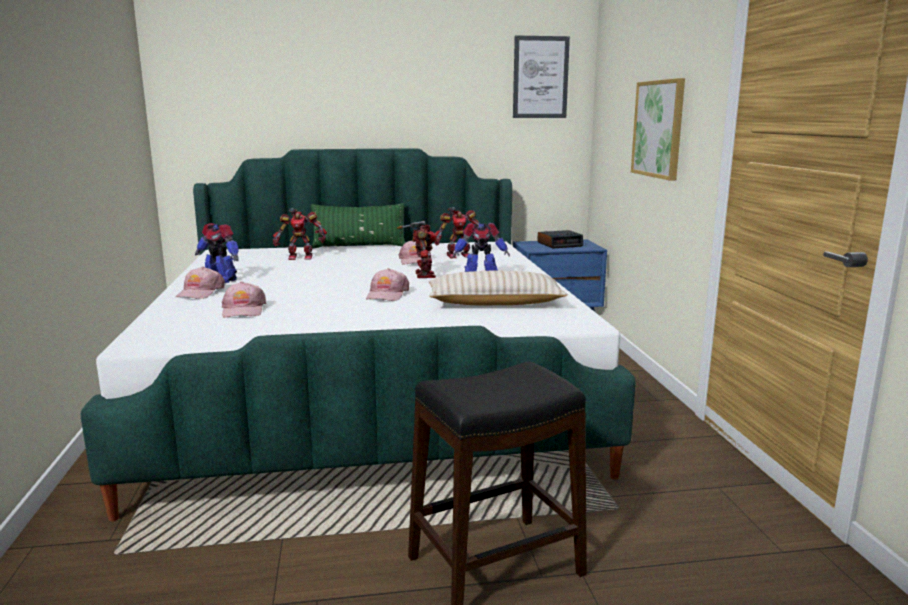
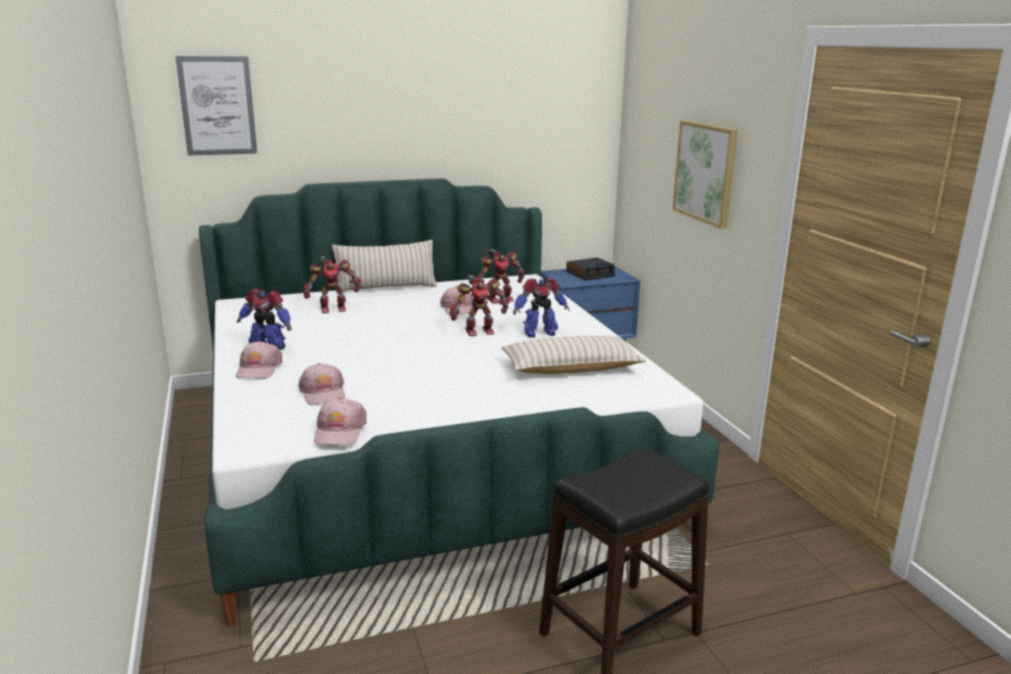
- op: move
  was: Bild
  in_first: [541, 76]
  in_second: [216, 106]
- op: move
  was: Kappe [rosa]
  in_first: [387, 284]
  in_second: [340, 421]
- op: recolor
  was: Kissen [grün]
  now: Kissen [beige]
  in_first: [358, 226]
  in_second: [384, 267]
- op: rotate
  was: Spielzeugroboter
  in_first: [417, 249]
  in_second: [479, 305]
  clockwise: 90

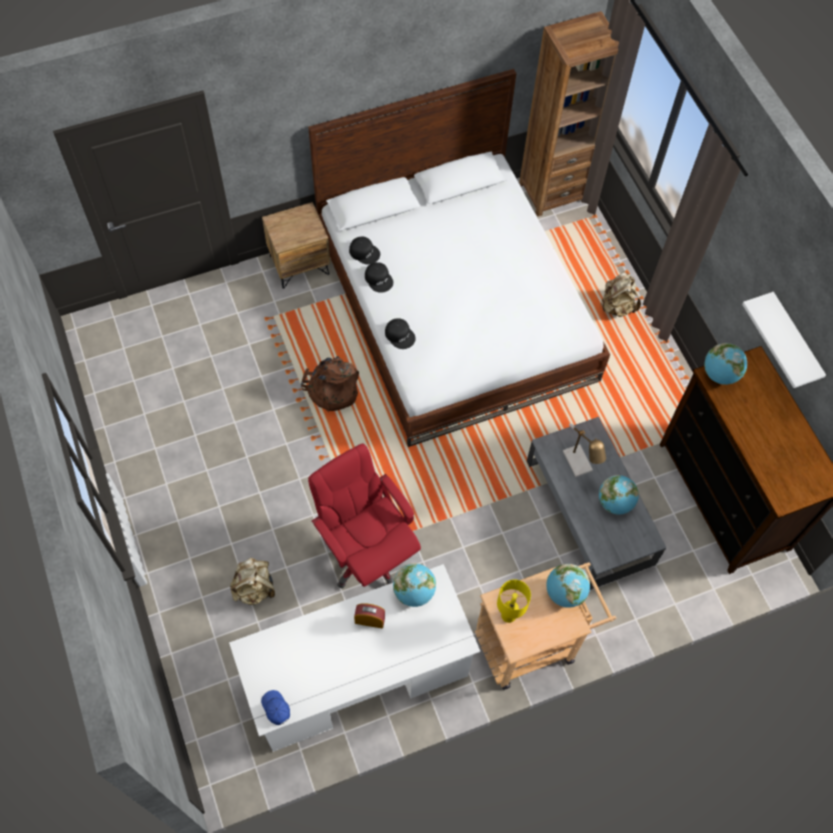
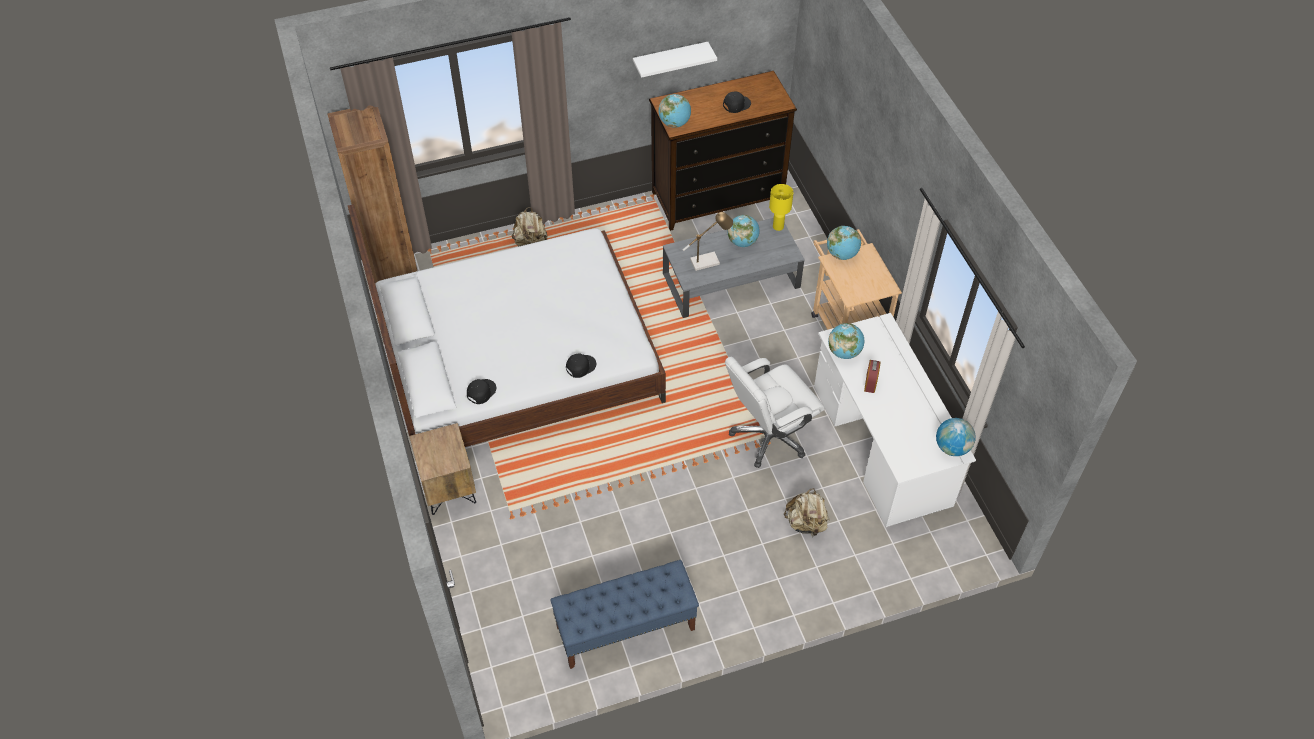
- op: insert
  now: Bank [blau]
  in_second: [624, 614]
- op: move
  was: Kappe [schwarz]
  in_first: [379, 277]
  in_second: [737, 102]
- op: recolor
  was: Bürostuhl [rot]
  now: Bürostuhl [weiß]
  in_first: [364, 516]
  in_second: [775, 412]
- op: move
  was: Tischlampe [gelb]
  in_first: [514, 601]
  in_second: [781, 207]
- op: replace
  was: Kappe [blau]
  now: Globus
  in_first: [275, 707]
  in_second: [956, 437]
- op: delete
  was: Rucksack [braun]
  in_first: [330, 384]

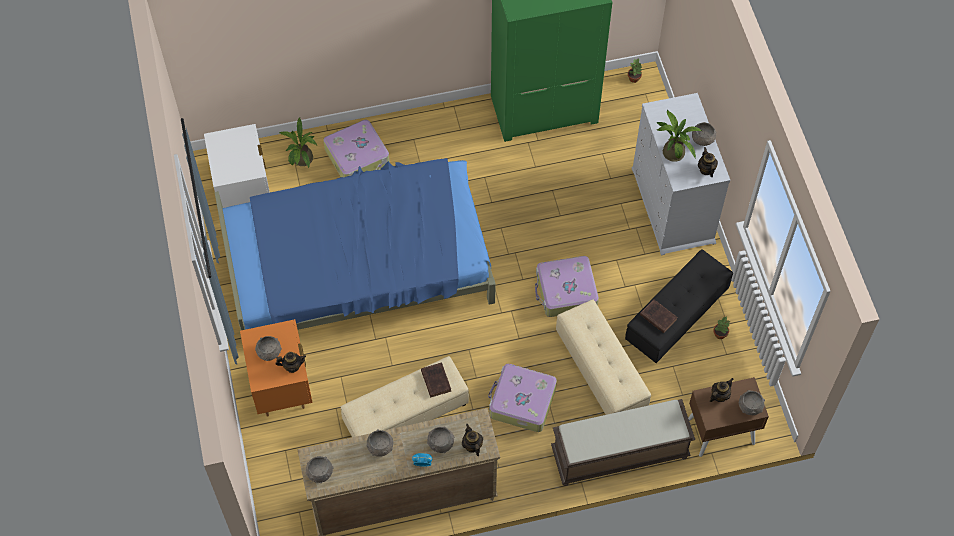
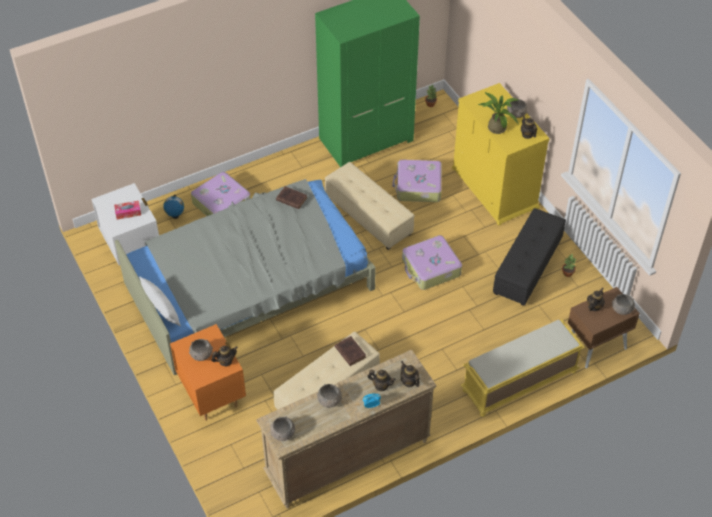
- op: insert
  now: Taschentuchbox
  in_second: [127, 210]
- op: recolor
  was: Bett [blau]
  now: Bett [grau]
  in_first: [355, 244]
  in_second: [245, 277]
- op: insert
  now: Kissen [weiß]
  in_second: [160, 301]
- op: replace
  was: Topfpflanze
  now: Globus
  in_first: [298, 143]
  in_second: [173, 207]
- op: move
  was: Buch [braun]
  in_first: [658, 316]
  in_second: [291, 197]
- op: move
  was: Polsterhocker [beige]
  in_first: [603, 357]
  in_second: [370, 206]
- op: replace
  was: Schüssel [grau]
  now: Teekanne
  in_first: [441, 439]
  in_second: [381, 380]
- op: move
  was: Koffer
  in_first: [522, 398]
  in_second: [417, 181]
- op: recolor
  was: Kommode [weiß]
  now: Kommode [gelb]
  in_first: [681, 174]
  in_second: [501, 154]
- op: recolor
  was: Bank [braun]
  now: Bank [gelb]
  in_first: [623, 442]
  in_second: [523, 368]

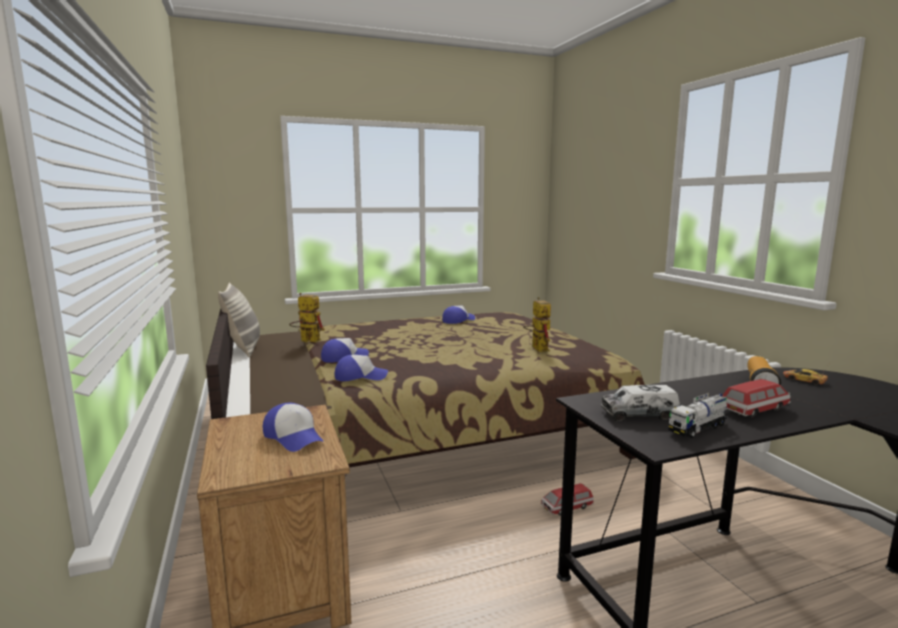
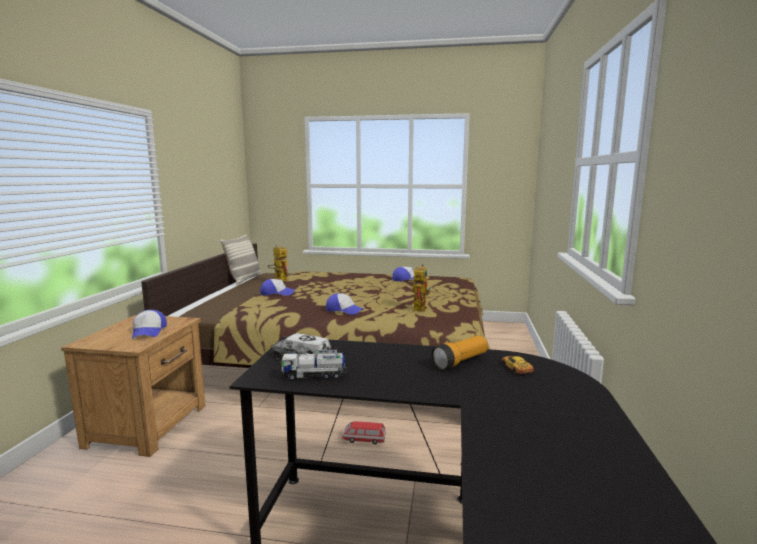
- op: move
  was: Kappe
  in_first: [361, 367]
  in_second: [345, 304]
- op: delete
  was: Spielzeugauto
  in_first: [756, 398]

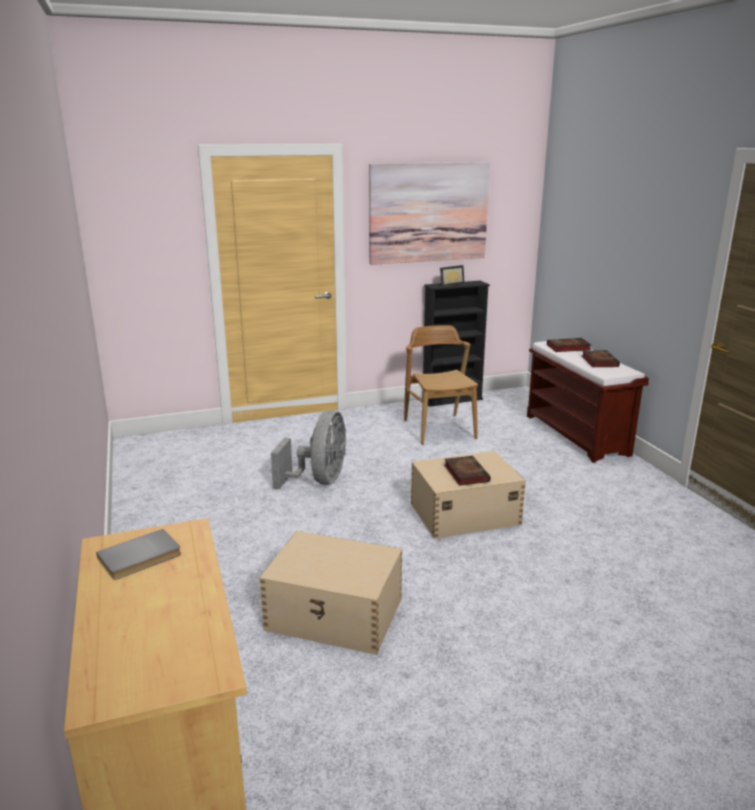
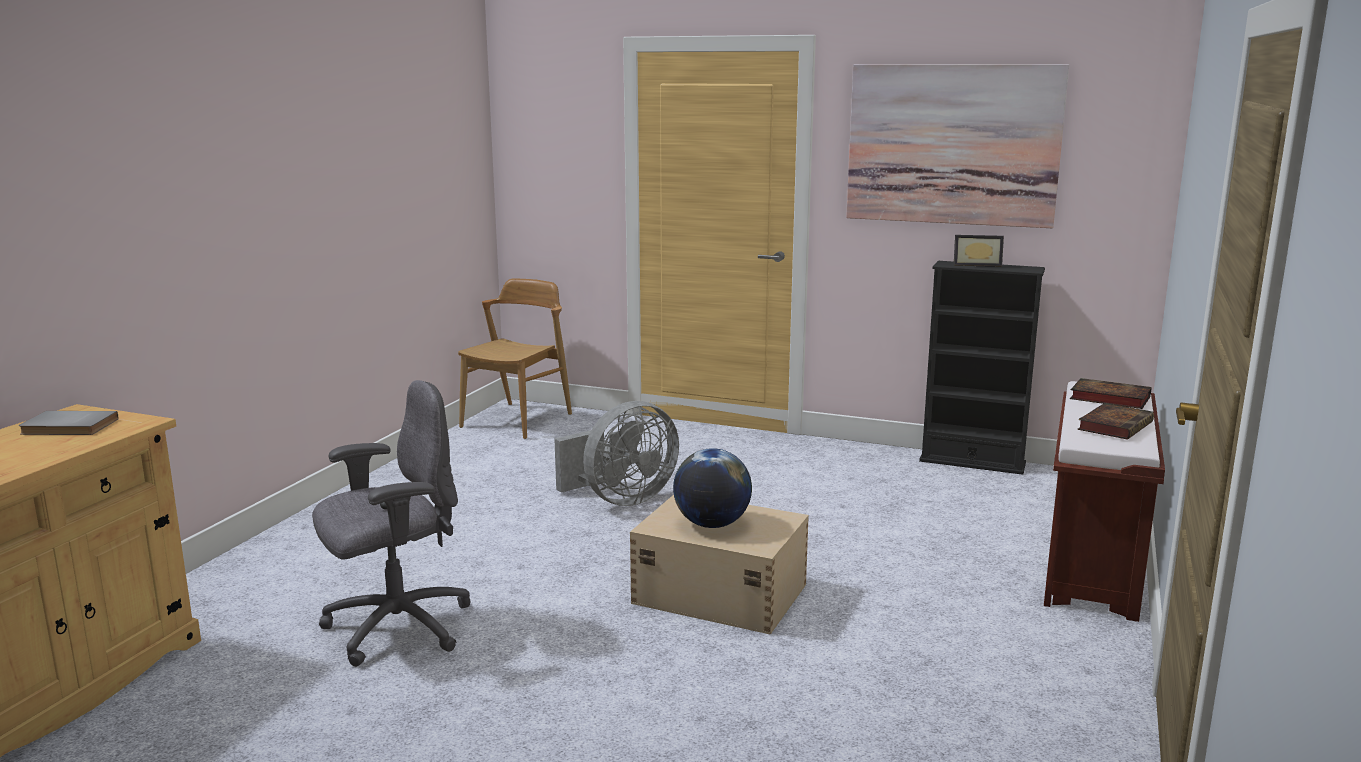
- op: replace
  was: Aufbewahrungsbox [beige]
  now: Bürostuhl [grau]
  in_first: [331, 593]
  in_second: [391, 523]
- op: move
  was: Stuhl [braun]
  in_first: [441, 385]
  in_second: [515, 358]
- op: replace
  was: Buch
  now: Globus
  in_first: [467, 471]
  in_second: [712, 488]

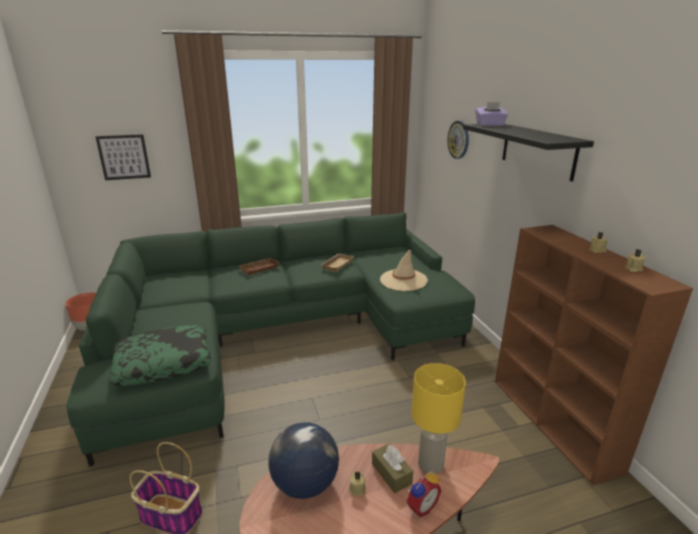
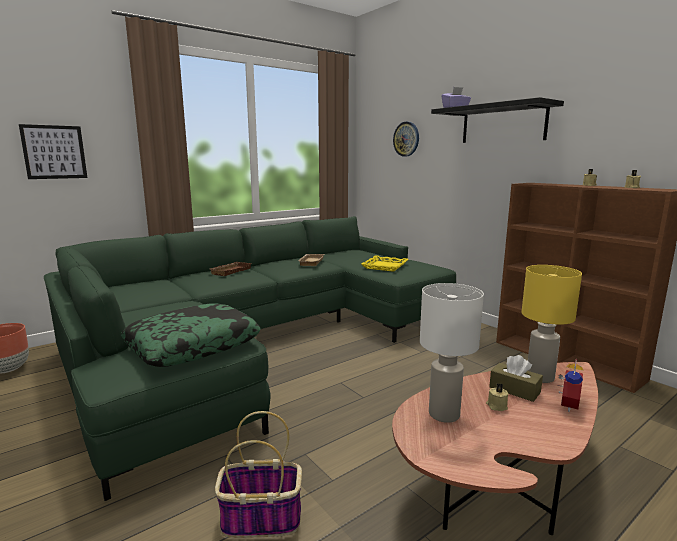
- op: replace
  was: Hut [beige]
  now: Tablett [gelb]
  in_first: [404, 270]
  in_second: [384, 263]
- op: replace
  was: Globus
  now: Tischlampe [weiß]
  in_first: [303, 460]
  in_second: [452, 353]

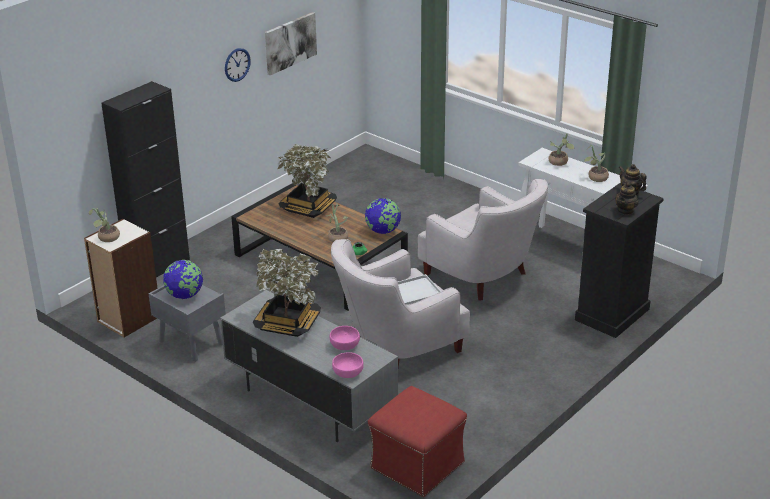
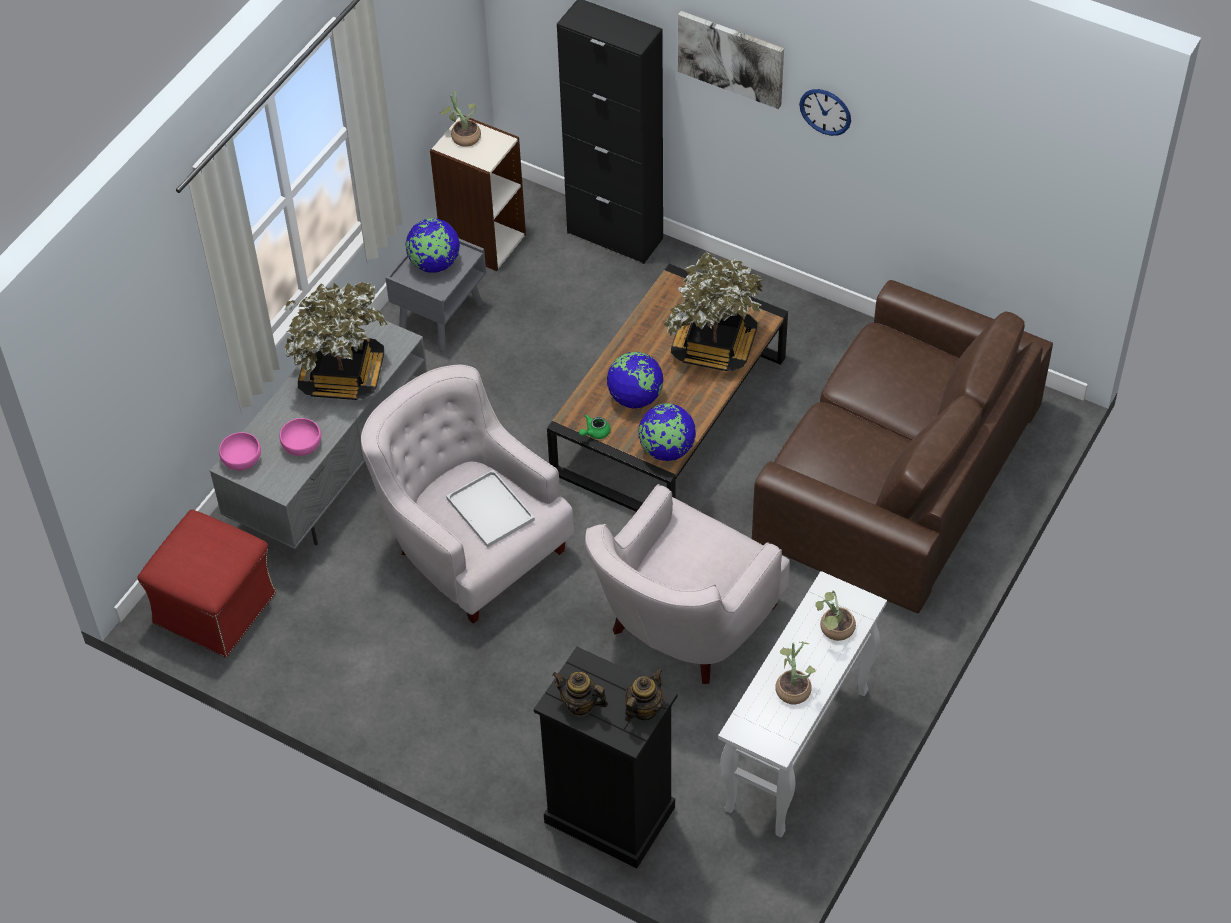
- op: replace
  was: Topfpflanze
  now: Globus
  in_first: [336, 222]
  in_second: [635, 380]
- op: move
  was: Bild
  in_first: [291, 43]
  in_second: [731, 60]
- op: insert
  now: Sofa [braun]
  in_second: [902, 446]

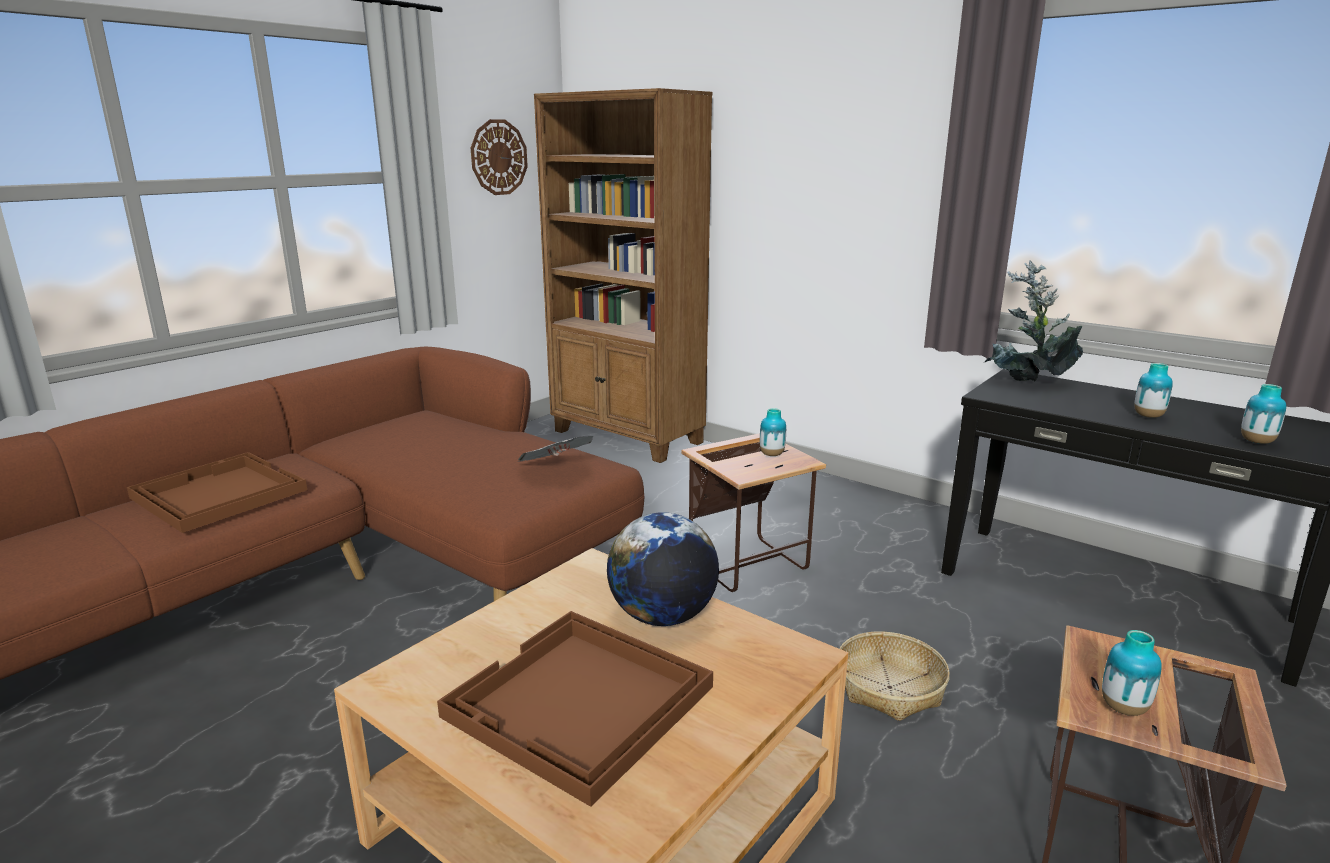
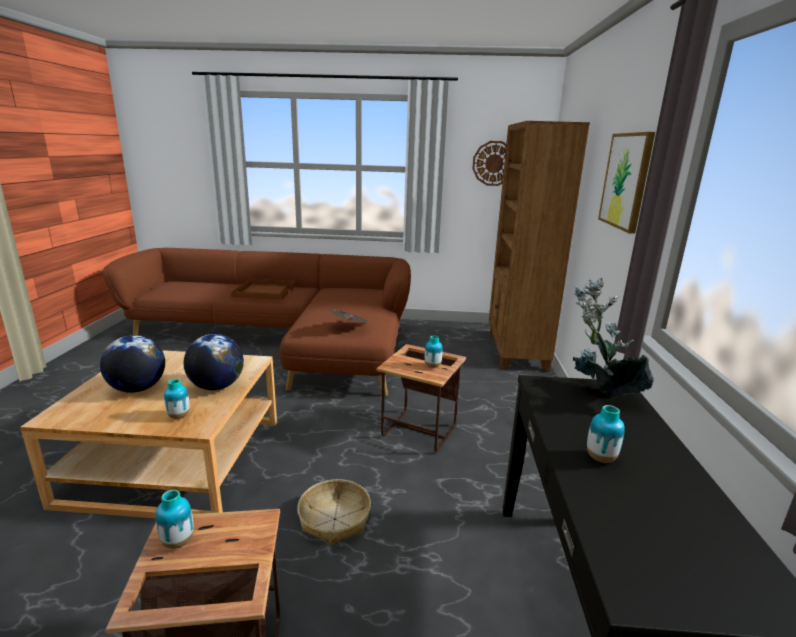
- op: replace
  was: Tablett [braun]
  now: Globus
  in_first: [575, 709]
  in_second: [132, 364]
- op: move
  was: Vase
  in_first: [1263, 414]
  in_second: [177, 399]
- op: insert
  now: Bild
  in_second: [626, 183]

